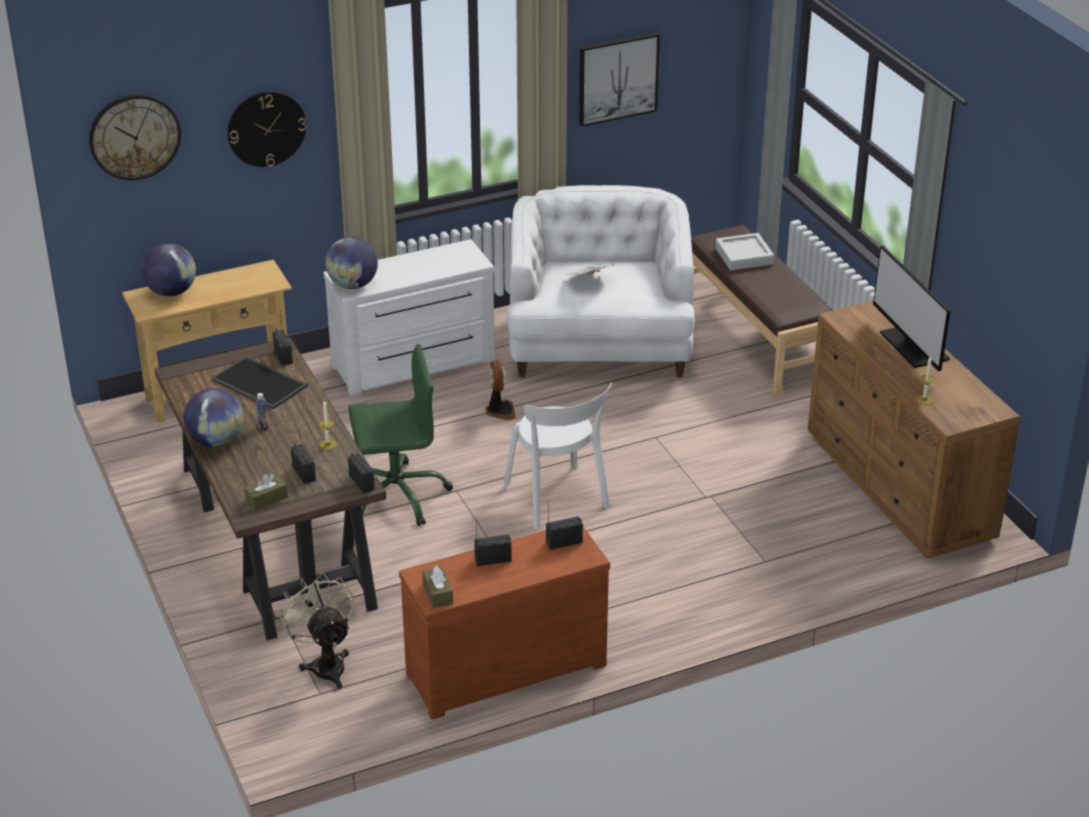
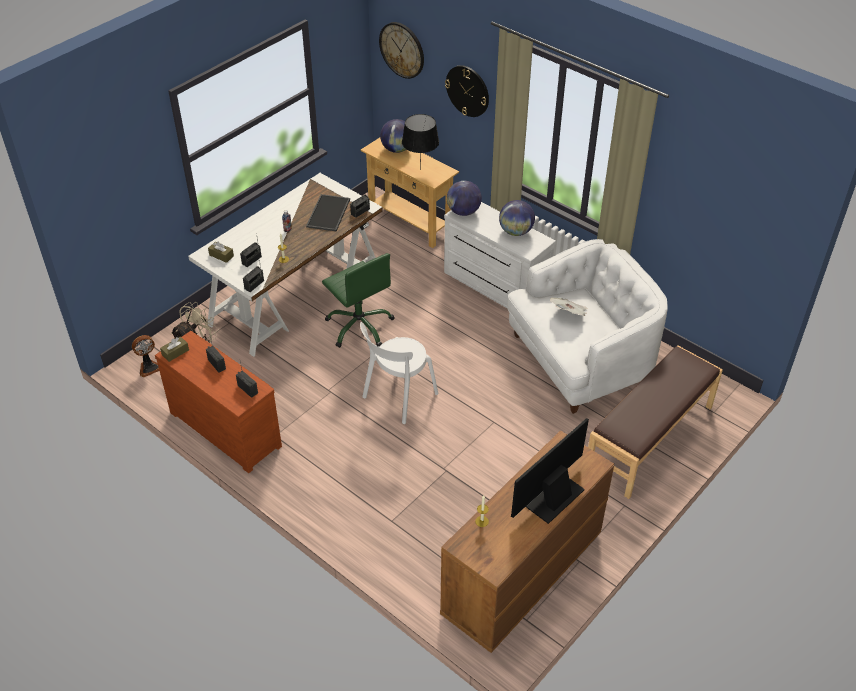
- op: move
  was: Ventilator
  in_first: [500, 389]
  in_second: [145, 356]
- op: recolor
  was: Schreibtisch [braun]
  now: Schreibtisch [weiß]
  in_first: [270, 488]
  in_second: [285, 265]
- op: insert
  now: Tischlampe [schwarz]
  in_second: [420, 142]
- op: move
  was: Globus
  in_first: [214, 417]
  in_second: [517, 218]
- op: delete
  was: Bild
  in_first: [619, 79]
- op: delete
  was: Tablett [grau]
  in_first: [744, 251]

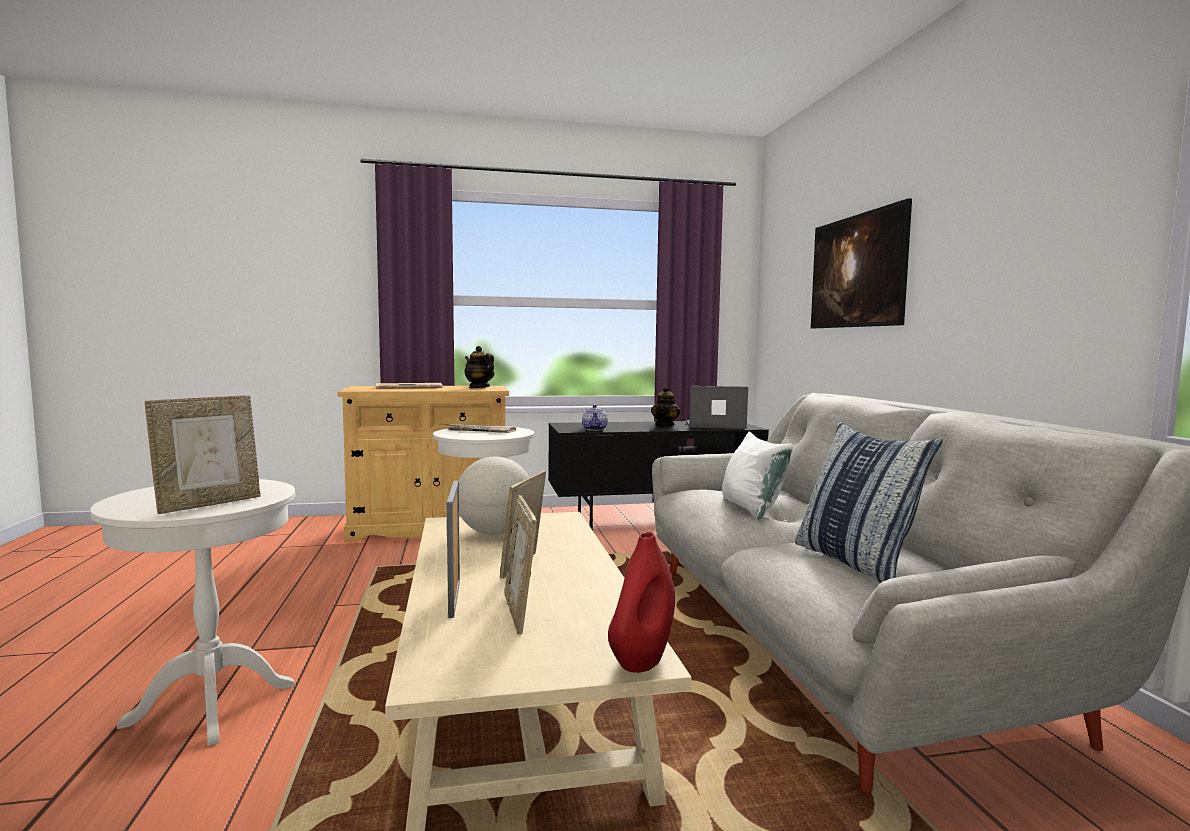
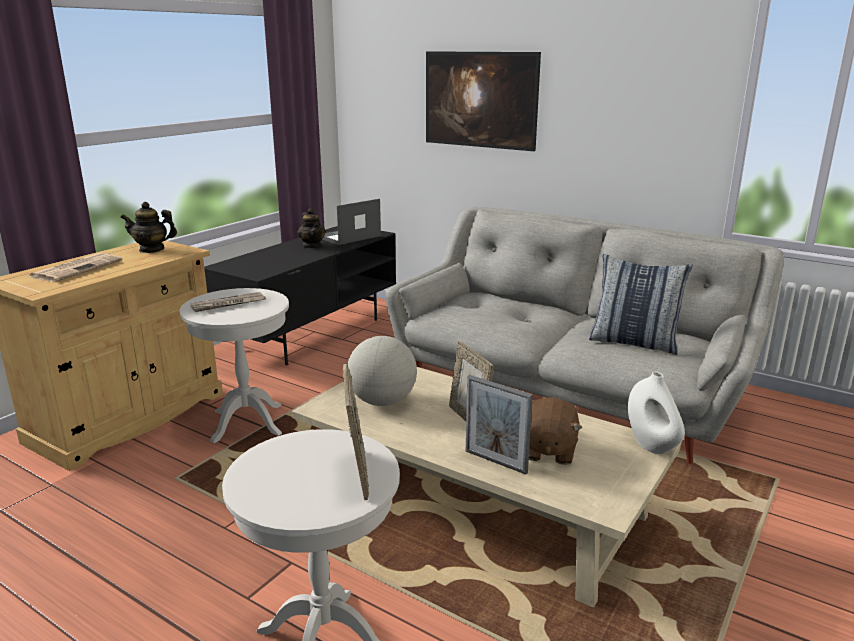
- op: replace
  was: Bilderrahmen
  now: Plüschtier [braun]
  in_first: [521, 565]
  in_second: [555, 431]
- op: recolor
  was: Vase [rot]
  now: Vase [weiß]
  in_first: [641, 602]
  in_second: [656, 413]
- op: delete
  was: Teekanne
  in_first: [595, 418]
- op: delete
  was: Kissen [weiß]
  in_first: [757, 476]

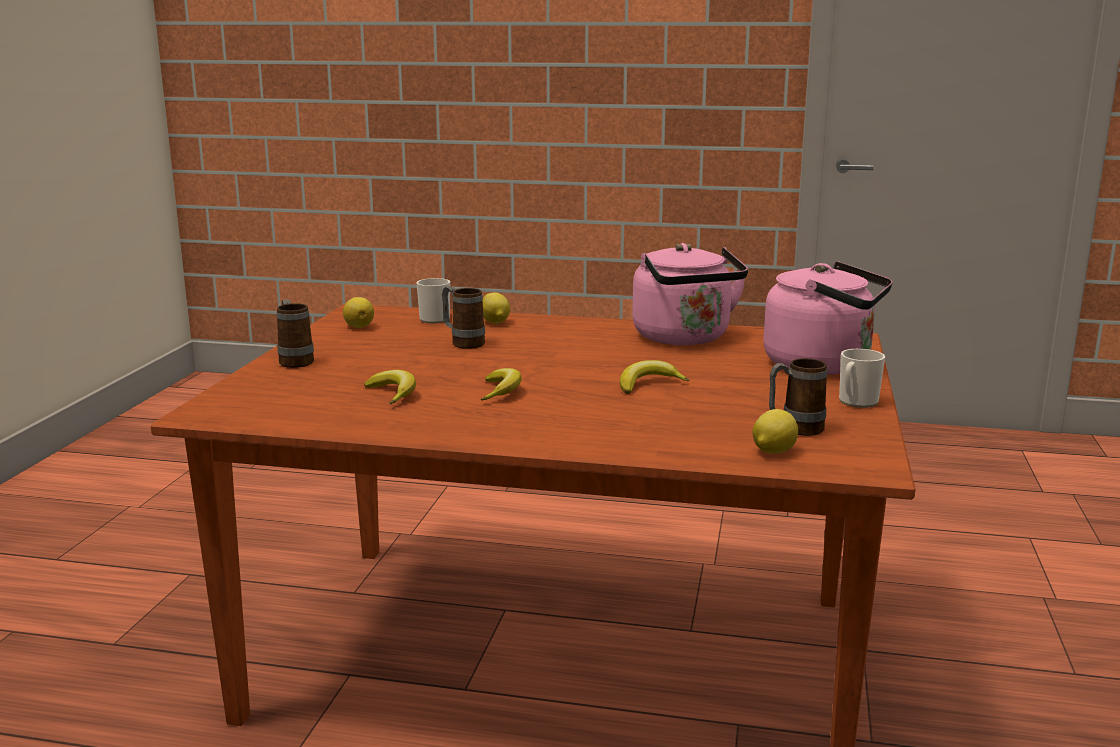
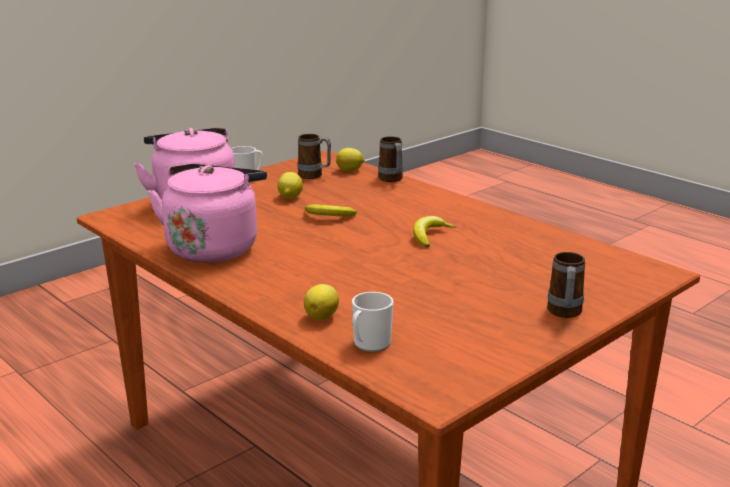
- op: move
  was: Zitrone
  in_first: [358, 312]
  in_second: [290, 185]
- op: move
  was: Henkelbecher
  in_first: [463, 317]
  in_second: [390, 159]
- op: delete
  was: Banane
  in_first: [390, 387]

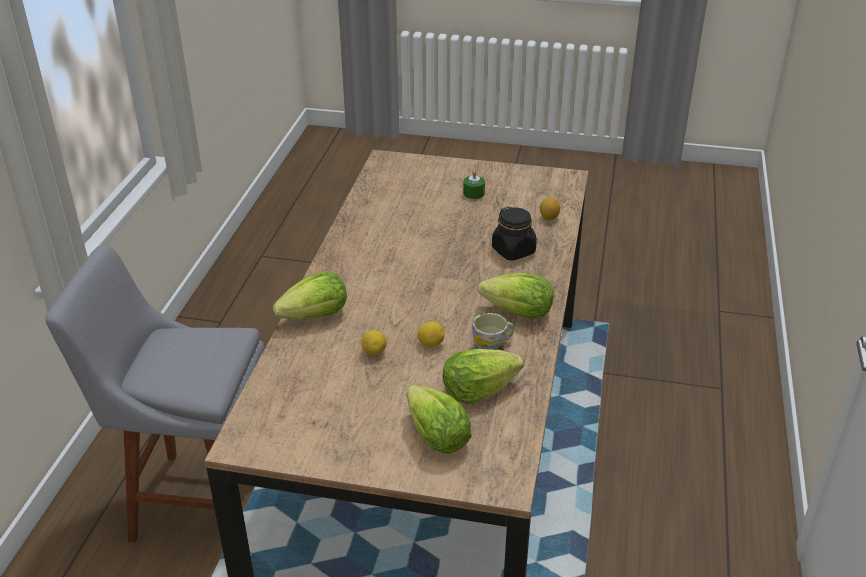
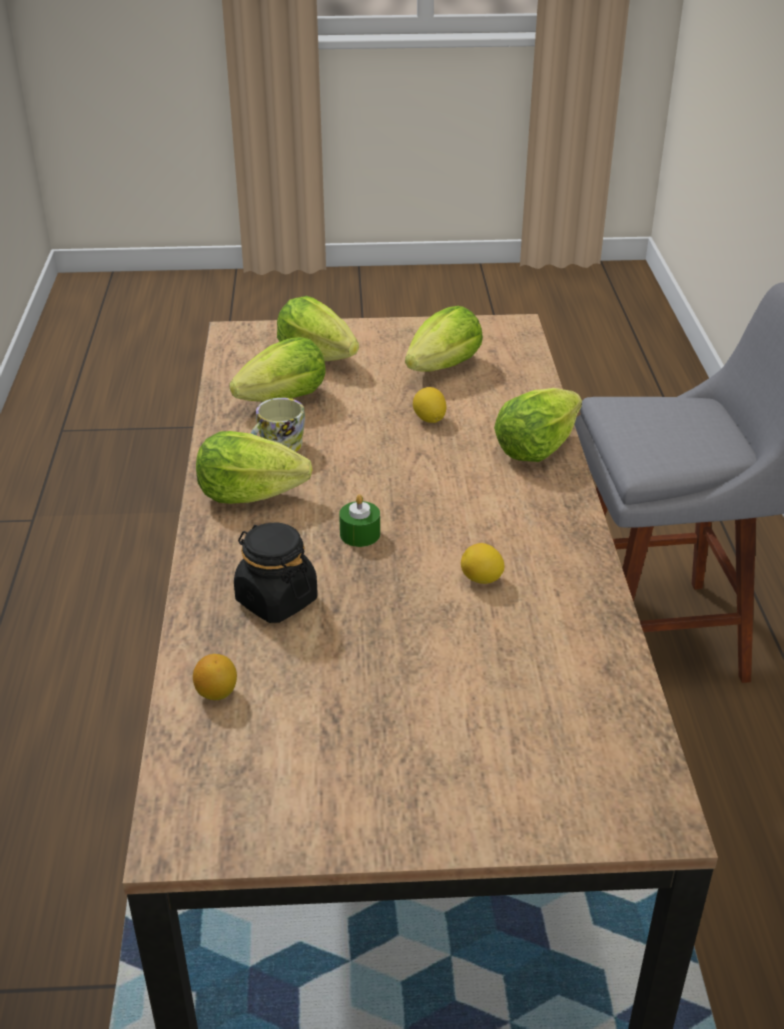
- op: move
  was: Kerze [grün]
  in_first: [474, 185]
  in_second: [359, 521]
- op: insert
  now: Salatkopf
  in_second: [444, 339]
- op: move
  was: Zitrone
  in_first: [431, 334]
  in_second: [482, 563]

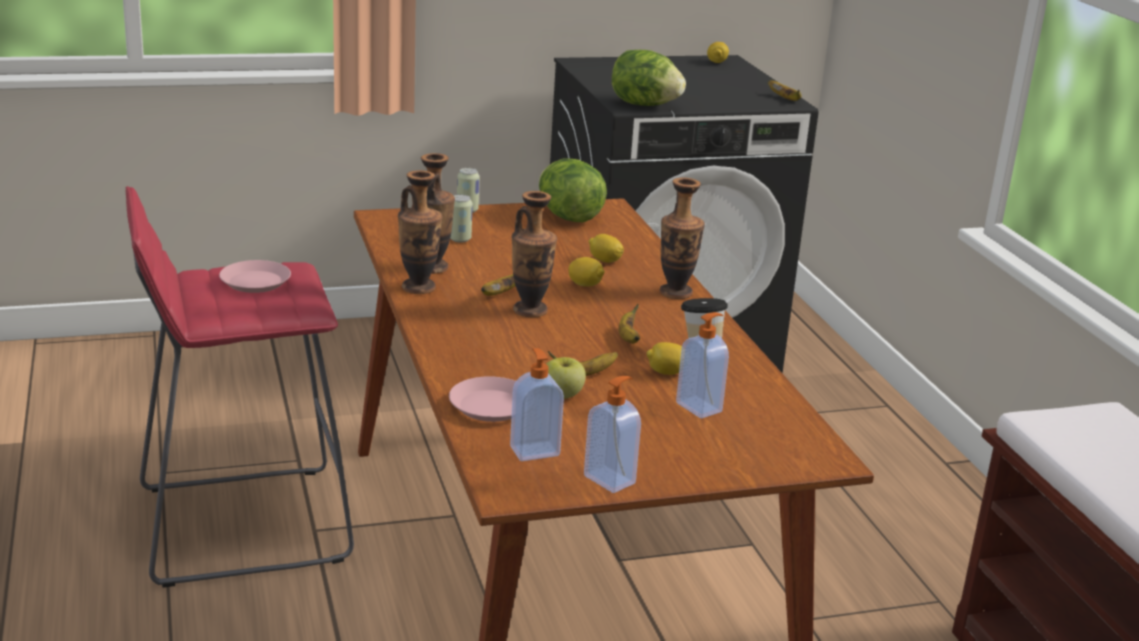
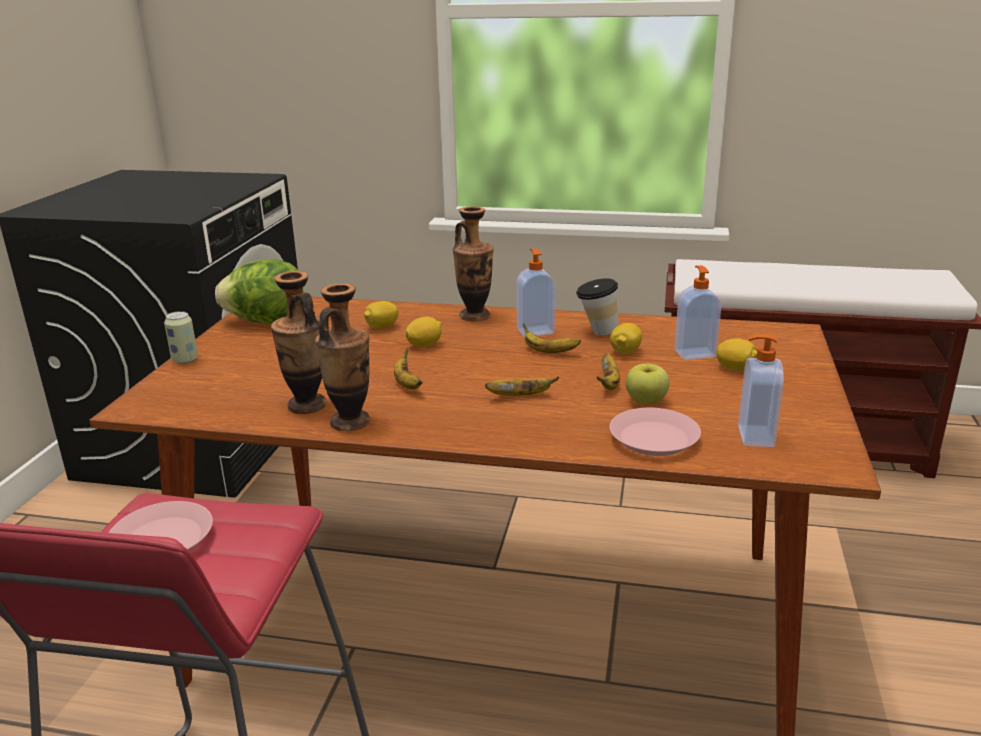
- op: move
  was: Banane
  in_first: [784, 90]
  in_second: [522, 386]
- op: move
  was: Seifenspender
  in_first: [612, 434]
  in_second: [535, 292]
- op: move
  was: Zitrone
  in_first: [718, 52]
  in_second: [736, 354]
- op: delete
  was: Dose
  in_first: [461, 218]
- op: delete
  was: Vase
  in_first: [534, 254]
- op: delete
  was: Salatkopf
  in_first: [649, 78]

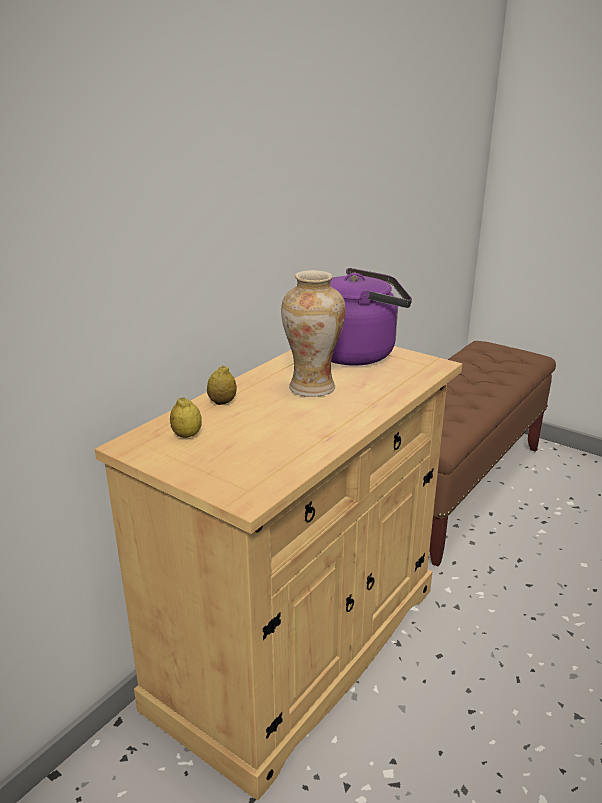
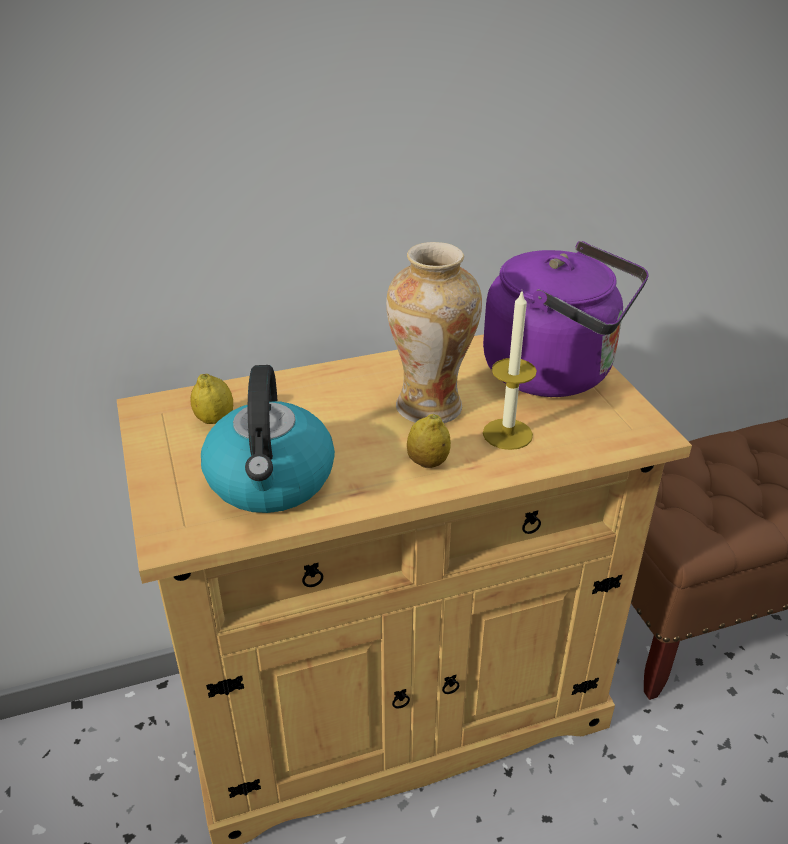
- op: insert
  now: Wasserkessel
  in_second: [268, 439]
- op: move
  was: Zitrone
  in_first: [222, 385]
  in_second: [429, 441]
- op: insert
  now: Kerze
  in_second: [510, 371]

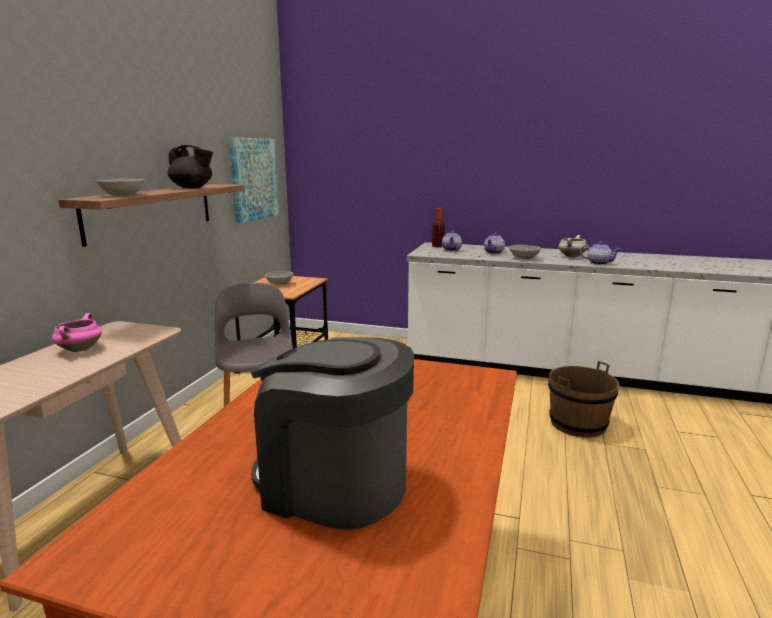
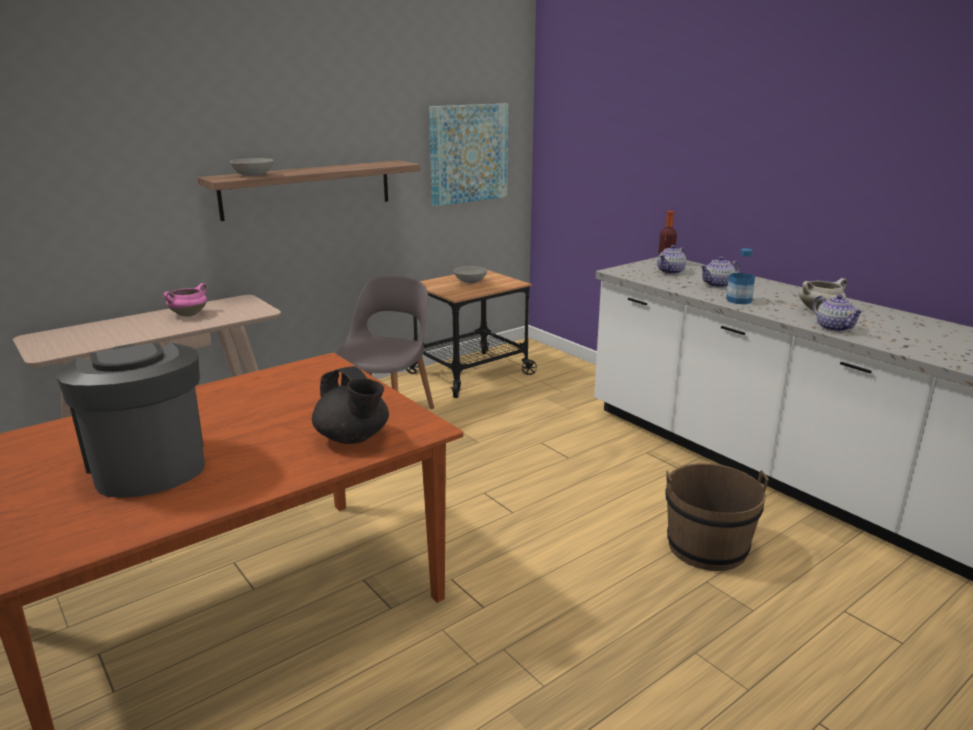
- op: move
  was: Teekanne [schwarz]
  in_first: [190, 166]
  in_second: [350, 405]
- op: replace
  was: Schüssel [grau]
  now: Flasche
  in_first: [525, 252]
  in_second: [740, 276]

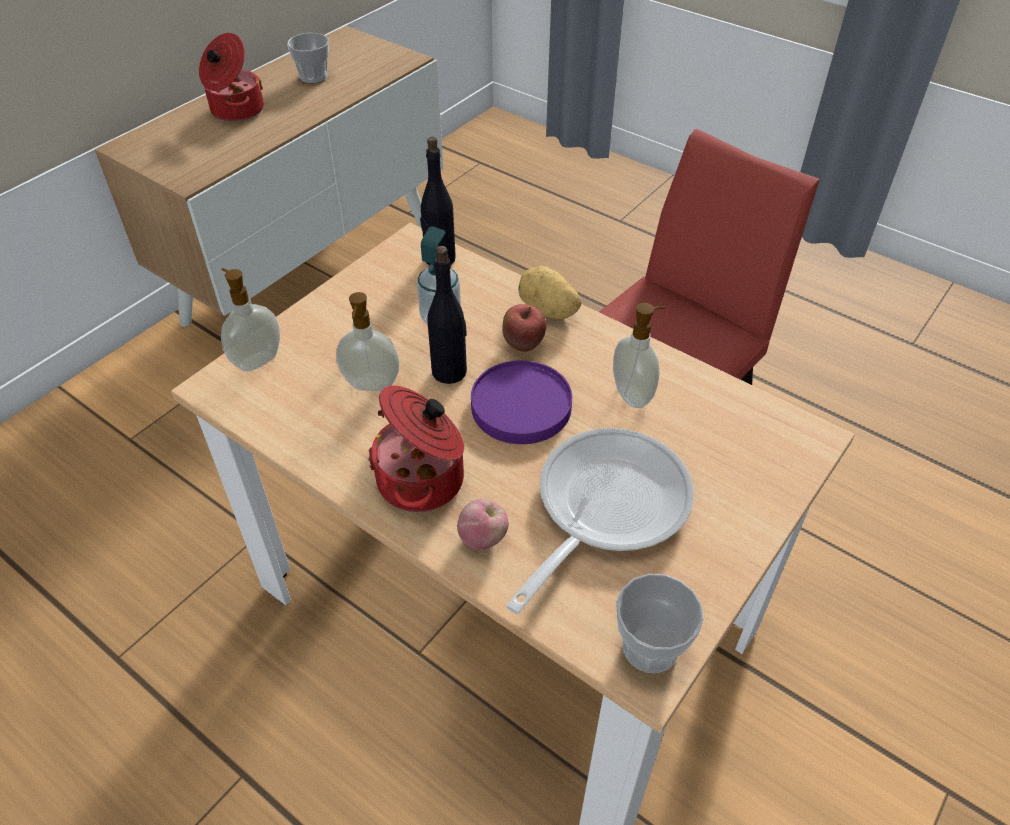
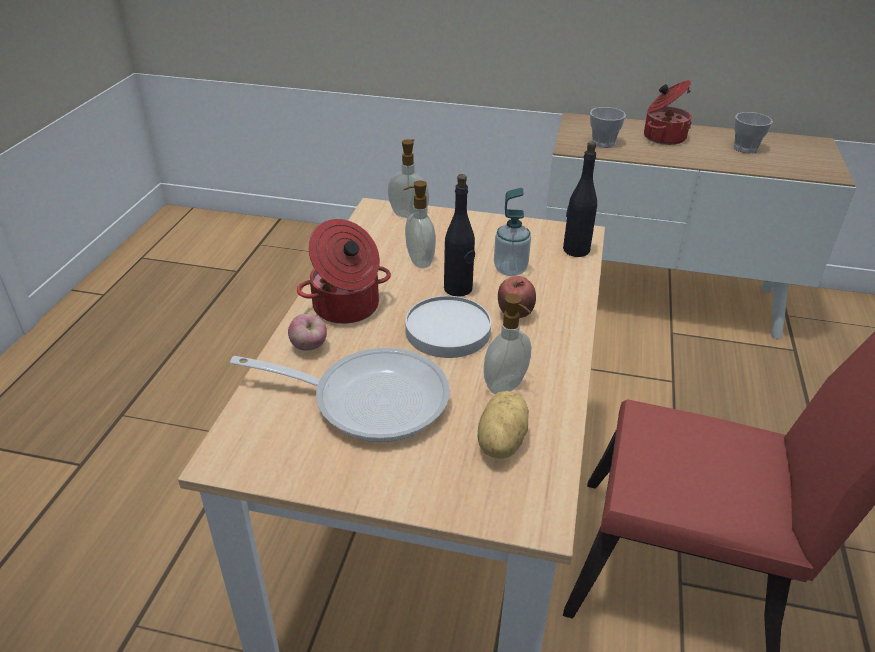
- op: recolor
  was: Teller [lila]
  now: Teller [weiß]
  in_first: [521, 402]
  in_second: [448, 327]
- op: move
  was: Kartoffel
  in_first: [549, 292]
  in_second: [503, 425]
- op: move
  was: Tasse
  in_first: [660, 623]
  in_second: [608, 127]

